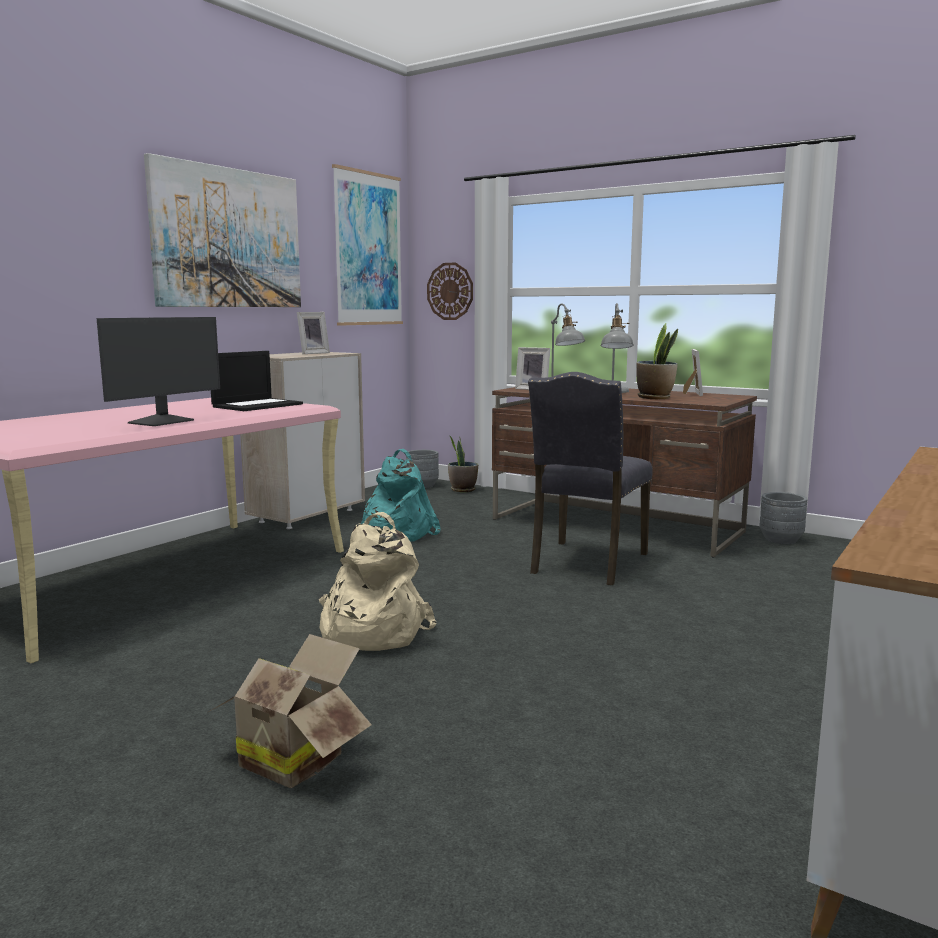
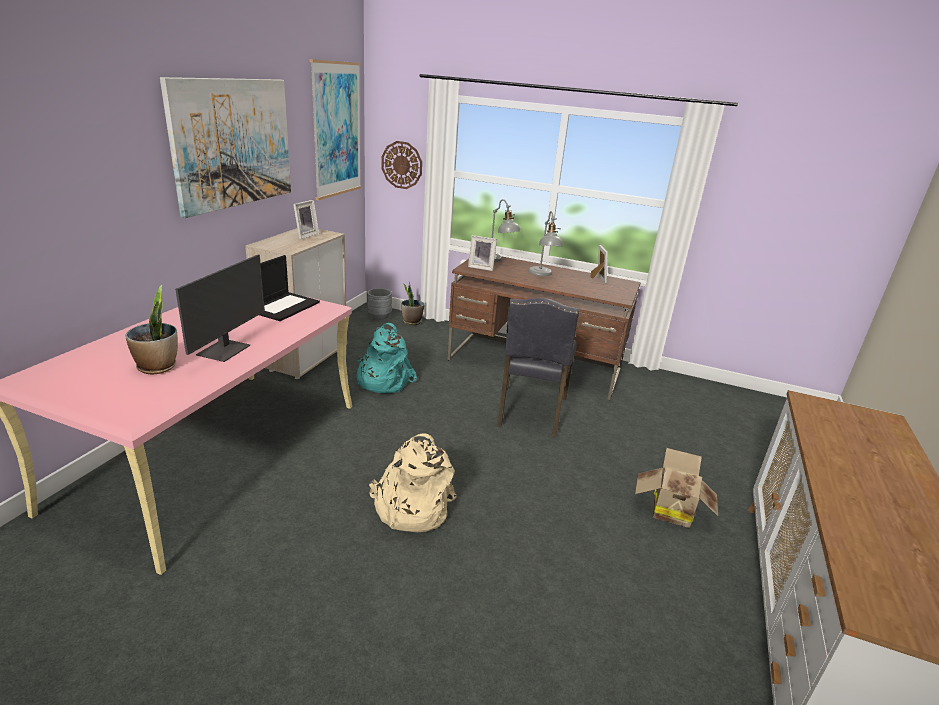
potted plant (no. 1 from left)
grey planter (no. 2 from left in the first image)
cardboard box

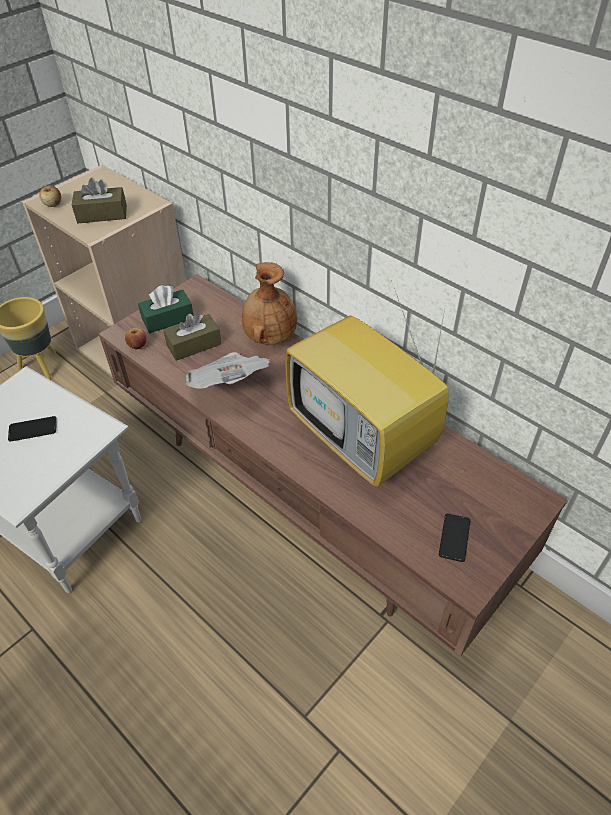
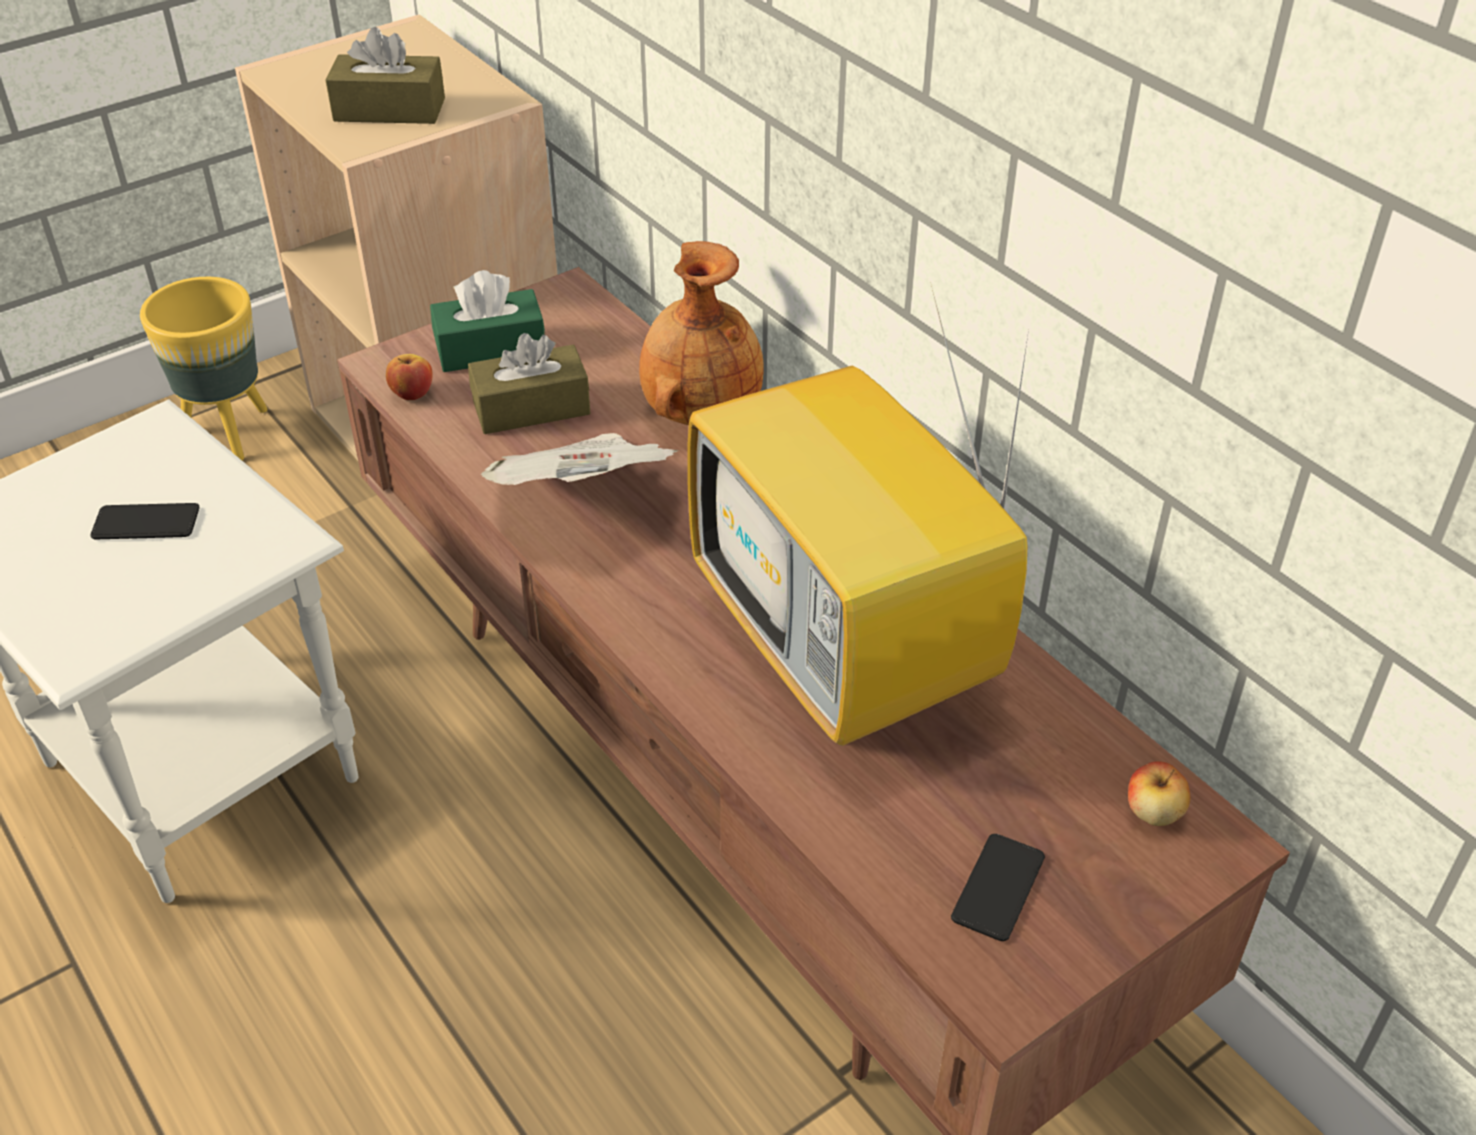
apple (no. 2 from left)

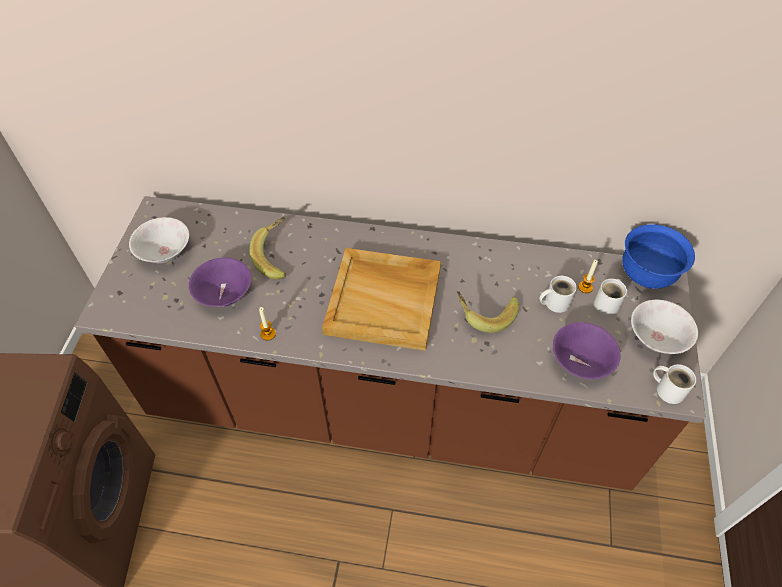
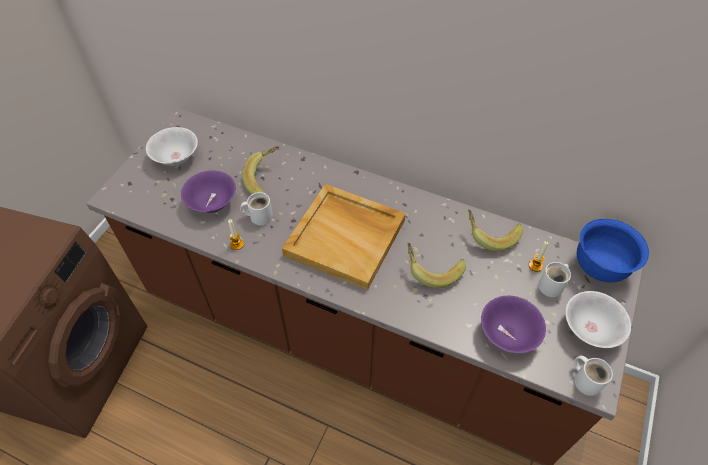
white mug (no. 1 from left)
banana (no. 3 from left)

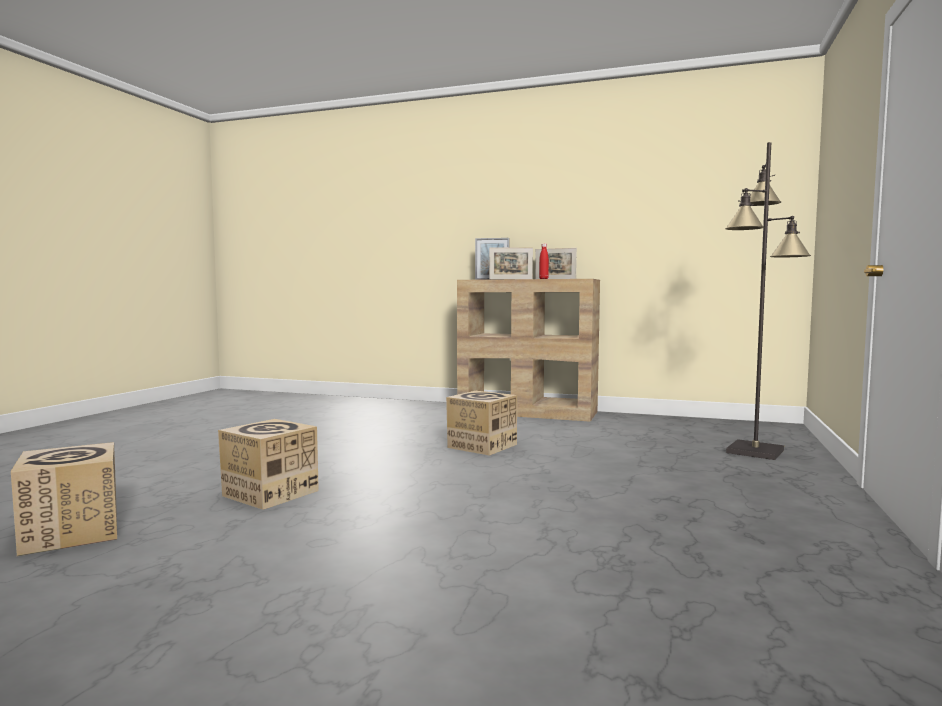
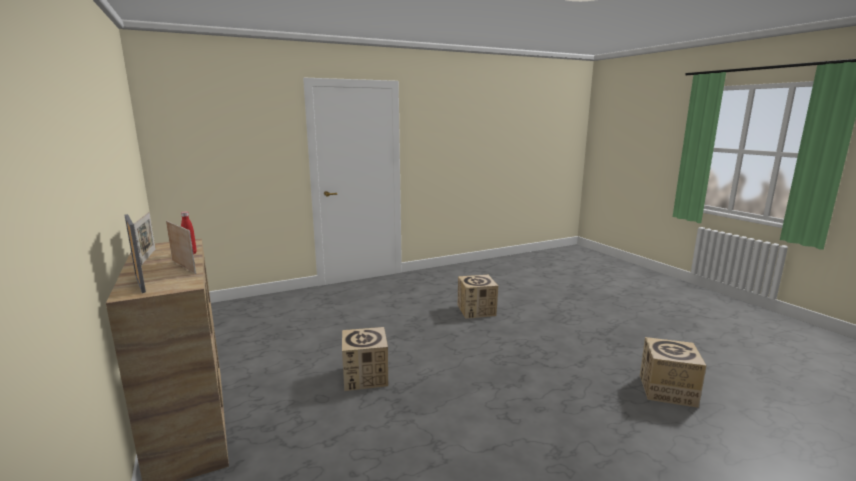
black floor lamp
cardboard box (no. 2 from left)

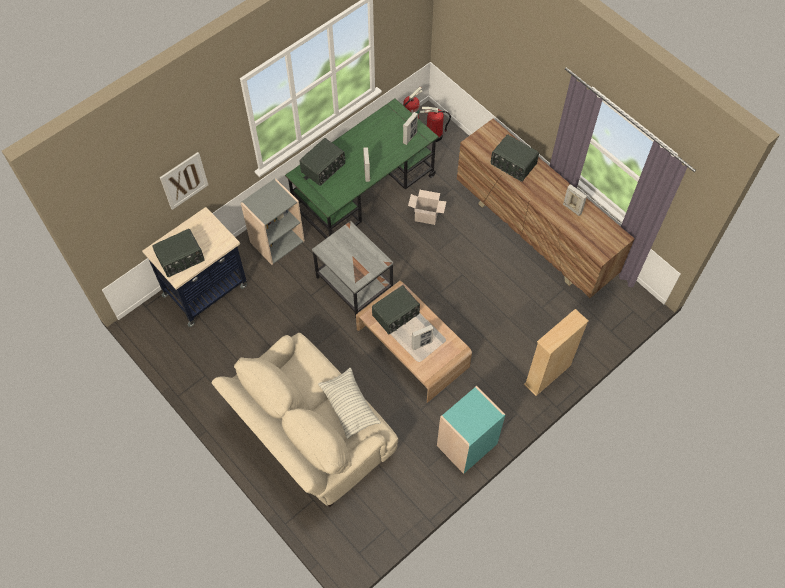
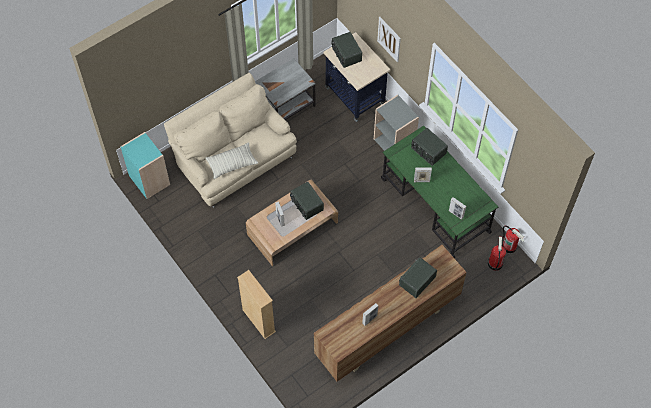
cardboard box
grey side table
turquoise bookcase

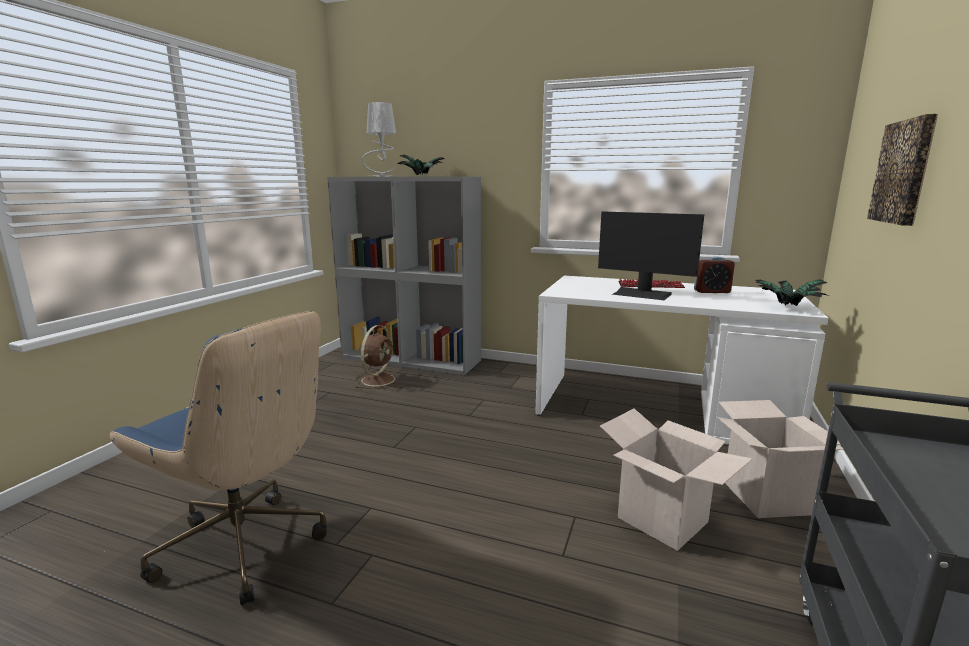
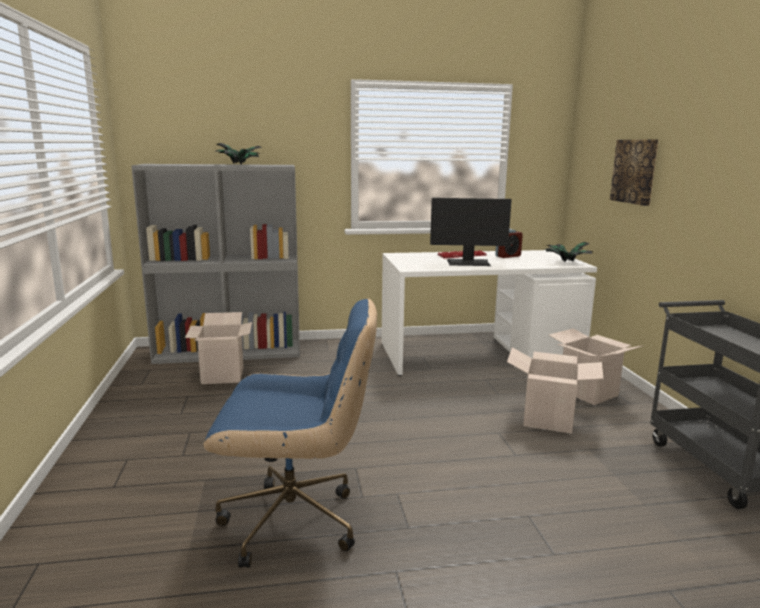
grey table lamp
cardboard box (no. 1 from left)

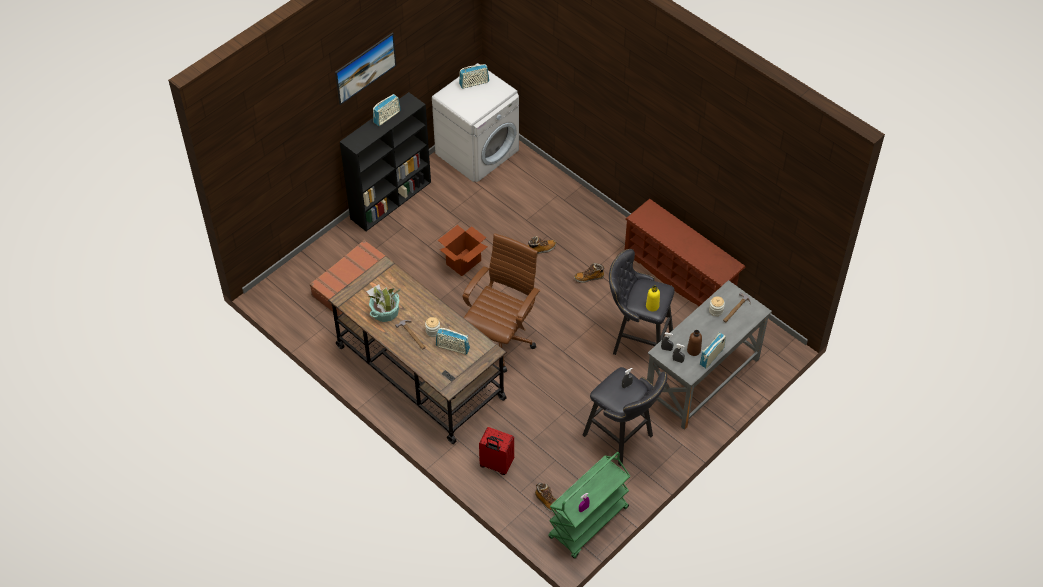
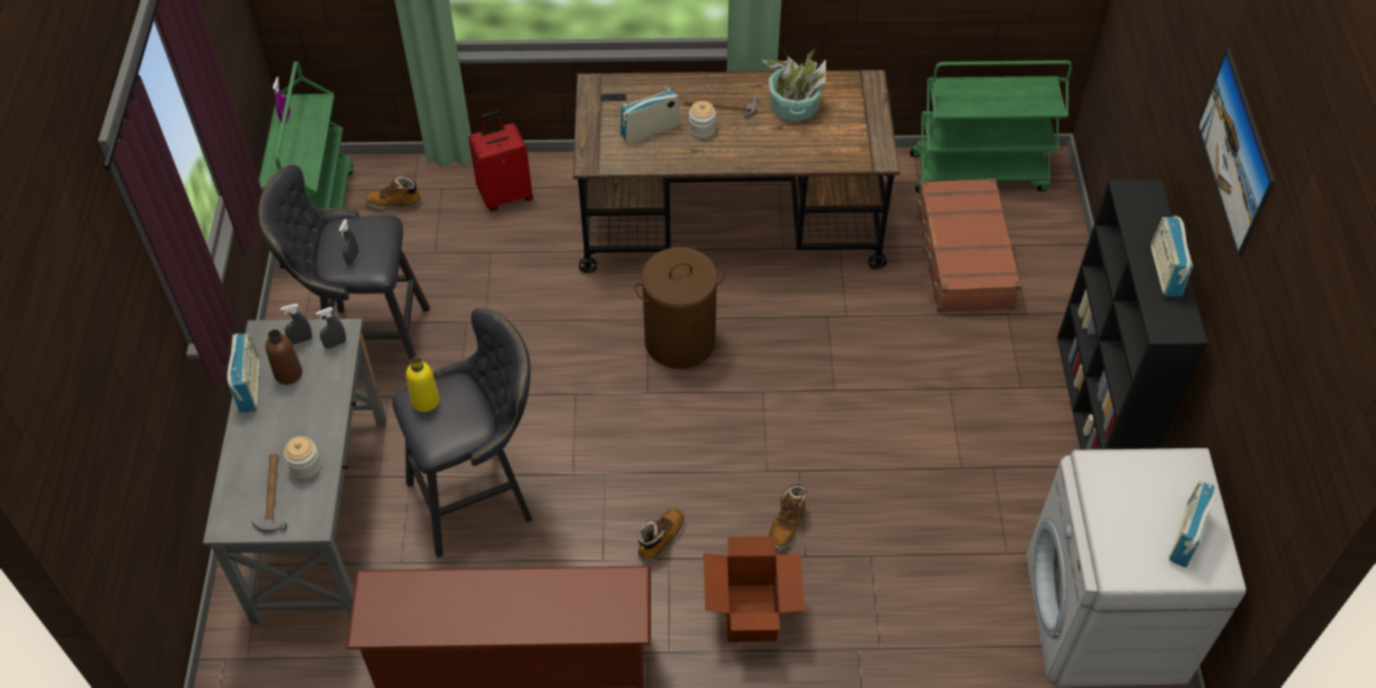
cardboard box
brown laundry basket
green cart (no. 2 from left)

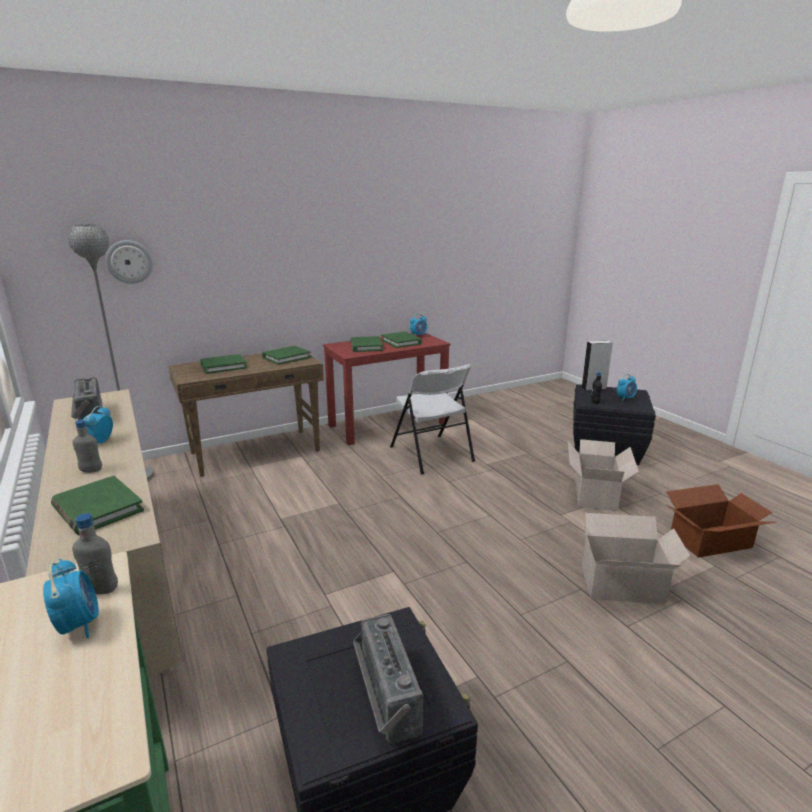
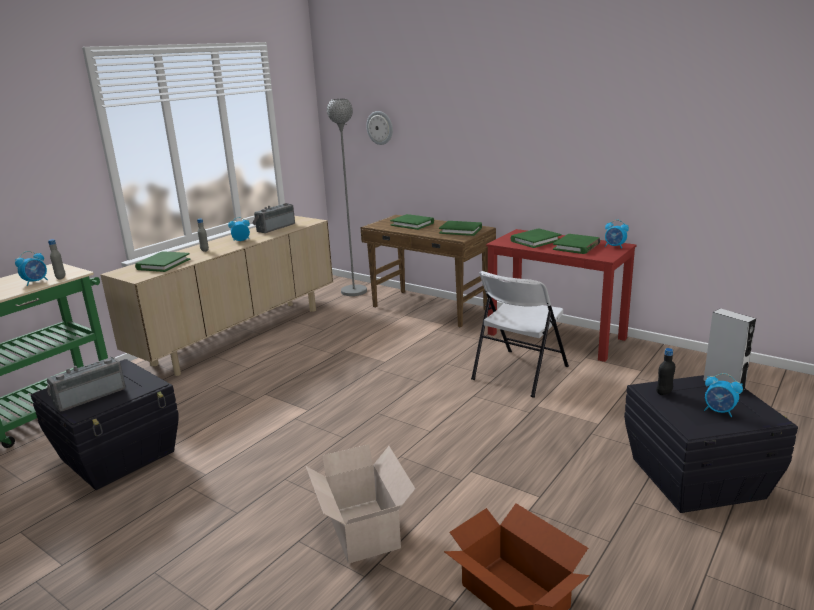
cardboard box (no. 1 from left in the first image)

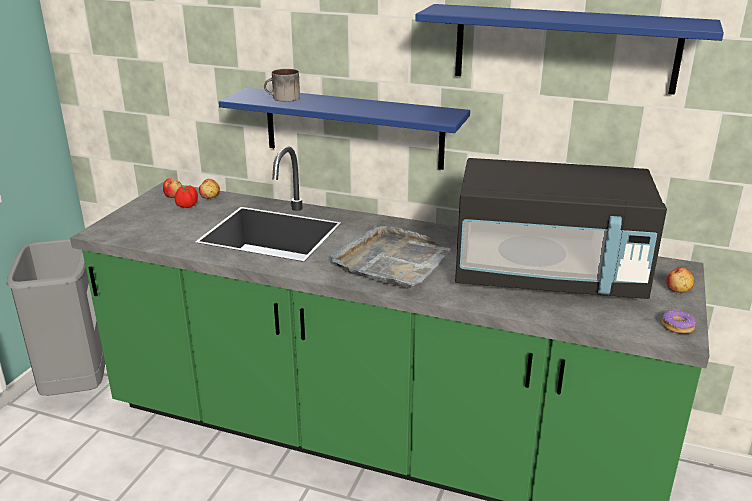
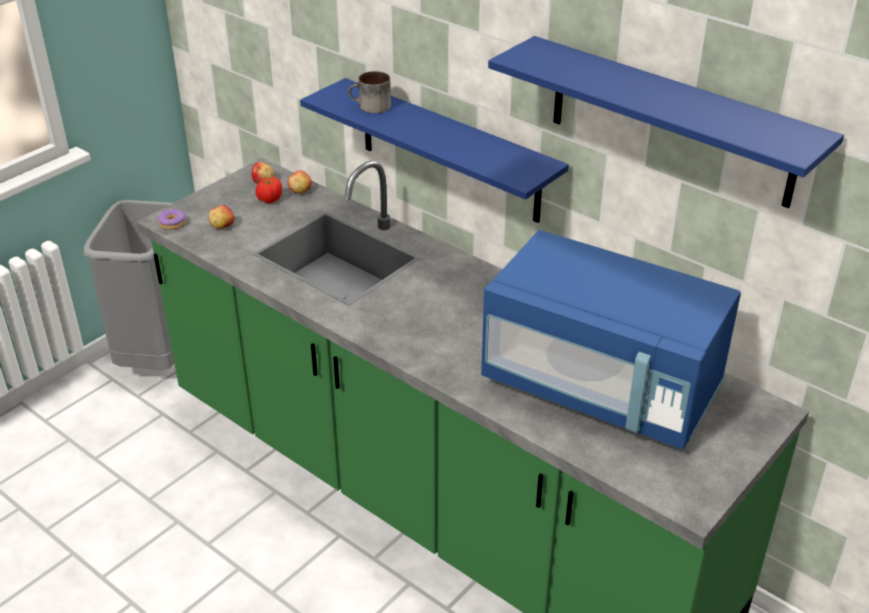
blue microwave
grey tray
apple (no. 1 from left)
donut

